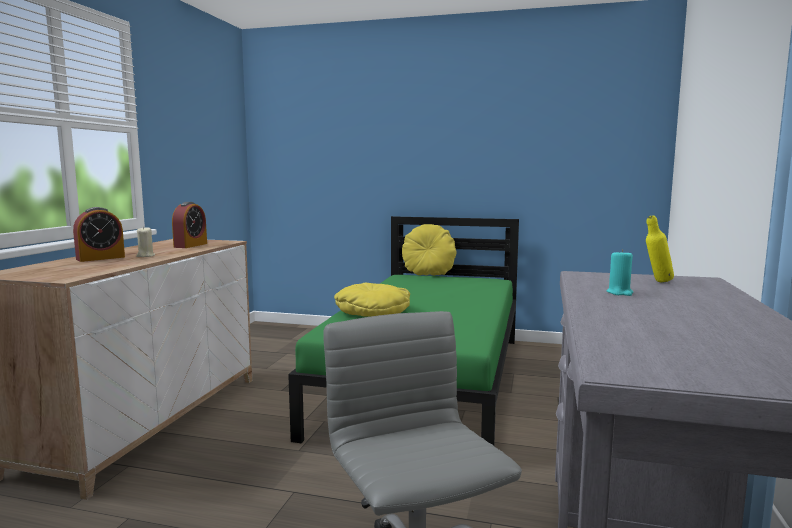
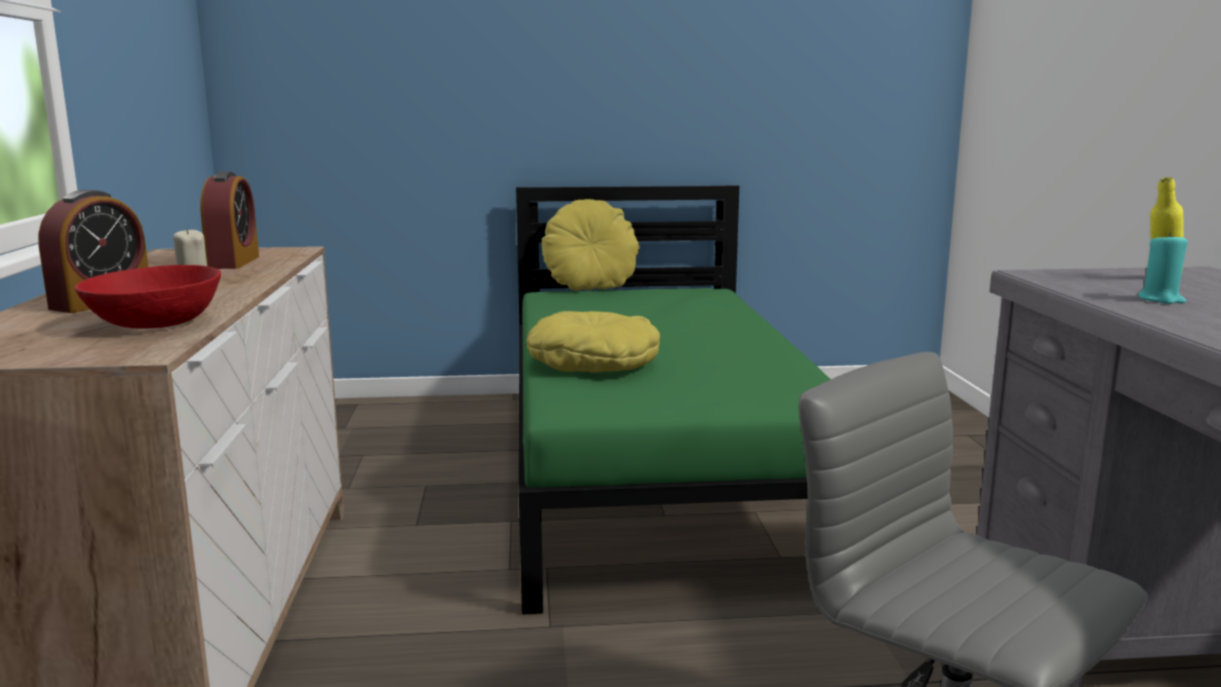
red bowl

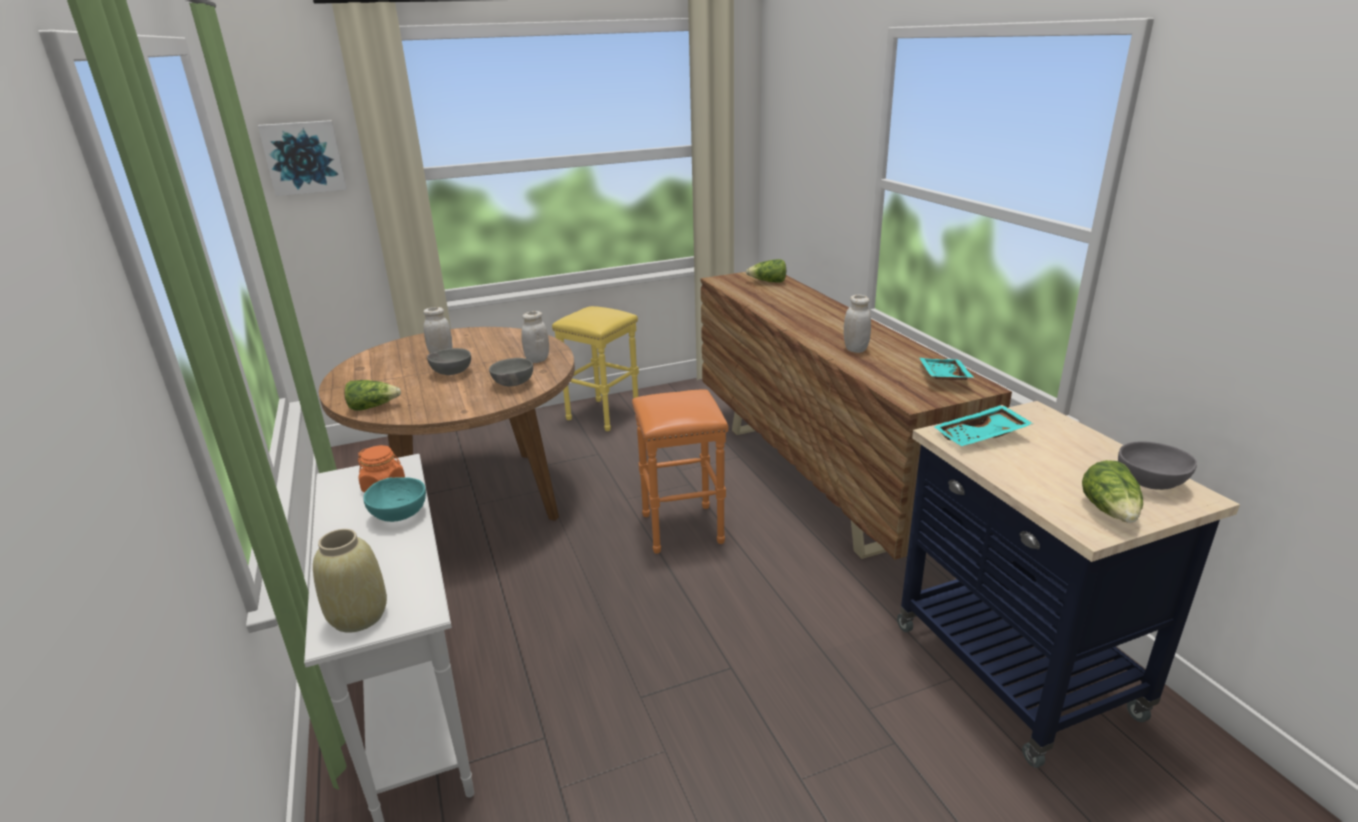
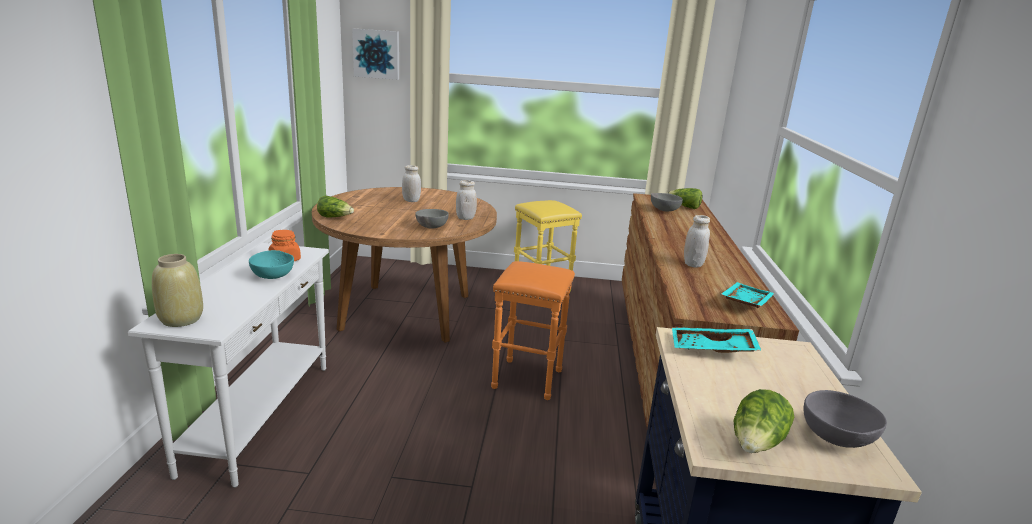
grey bowl (no. 2 from left)

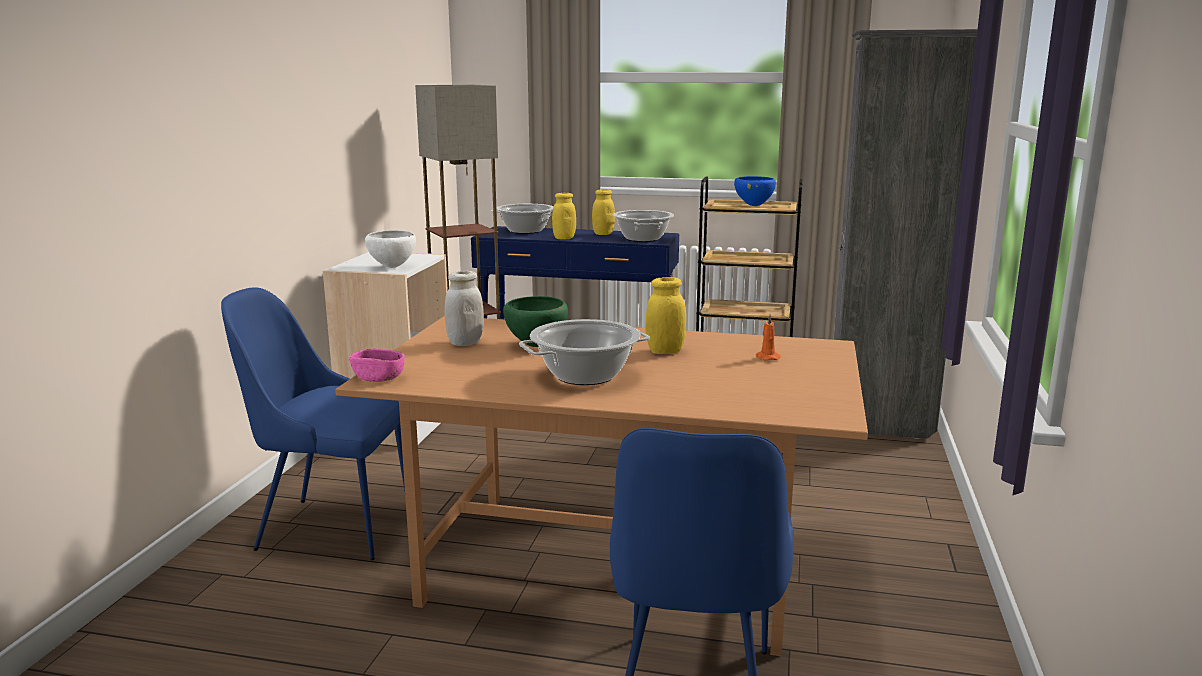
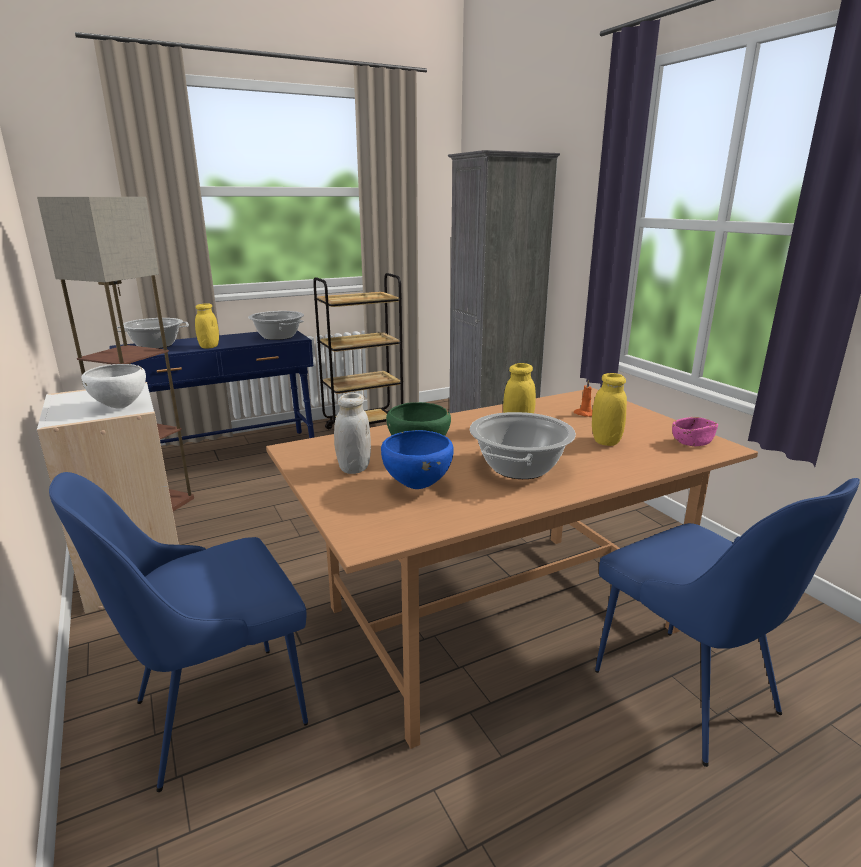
blue bowl
yellow jar (no. 3 from left)
pink bowl

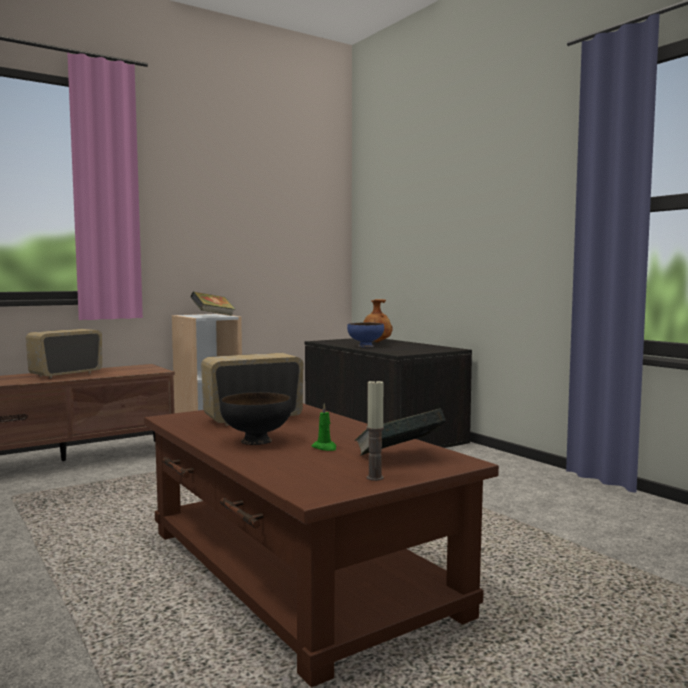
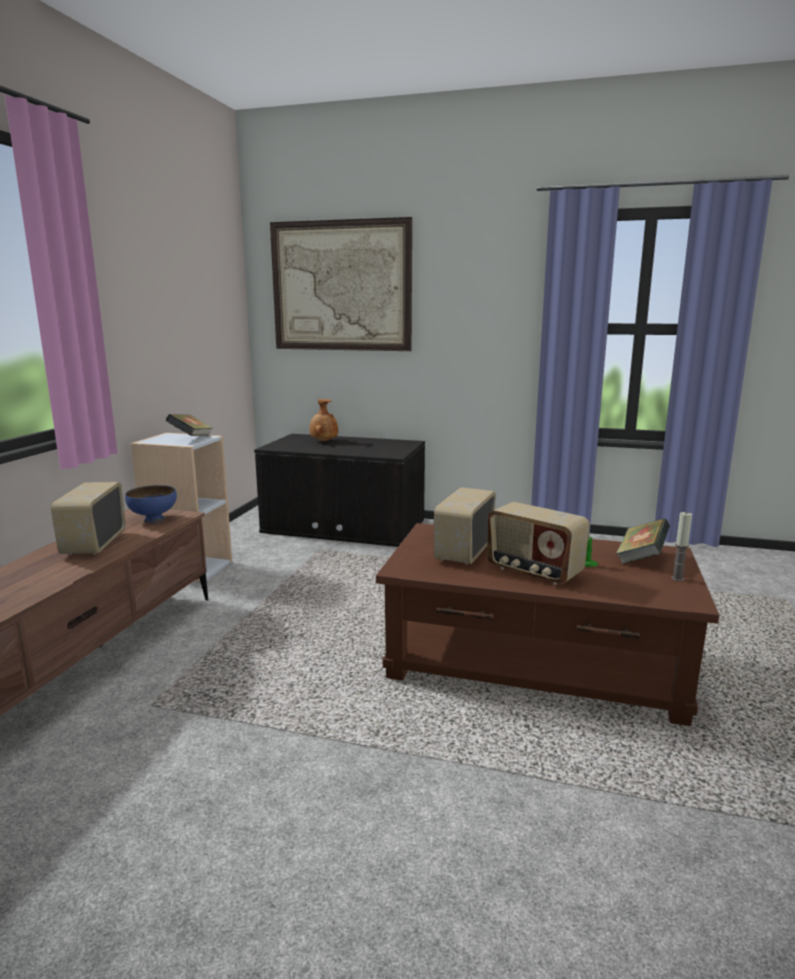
blue bowl
radio (no. 3 from left)
picture

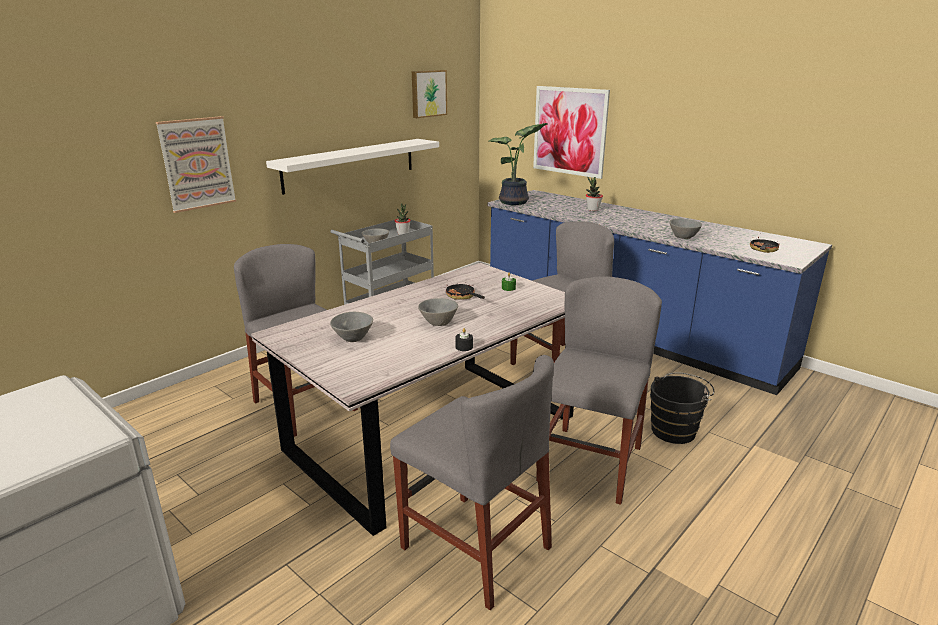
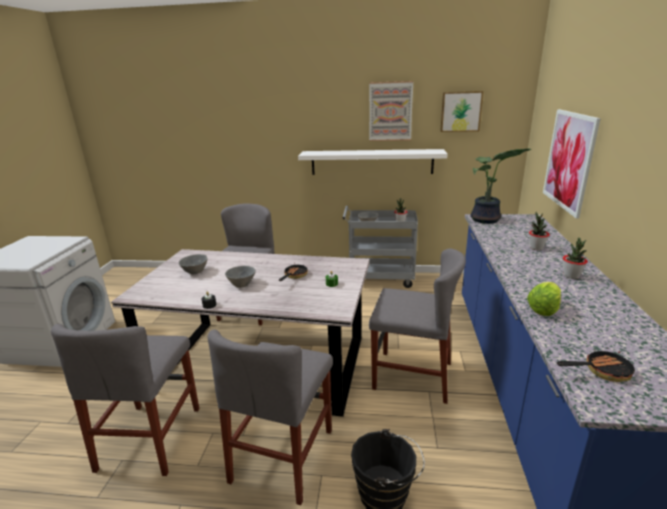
picture (no. 1 from left)
lettuce
grey chair (no. 3 from left)
potted plant (no. 4 from left)

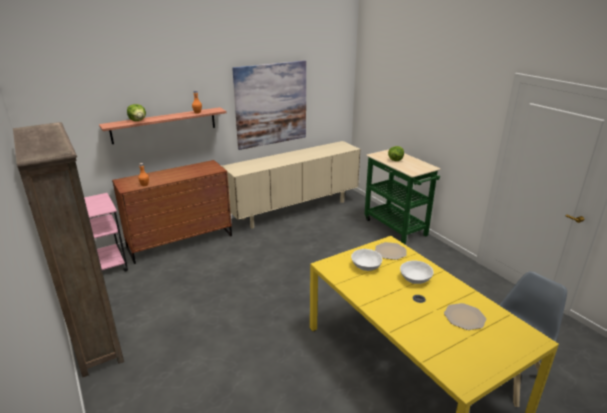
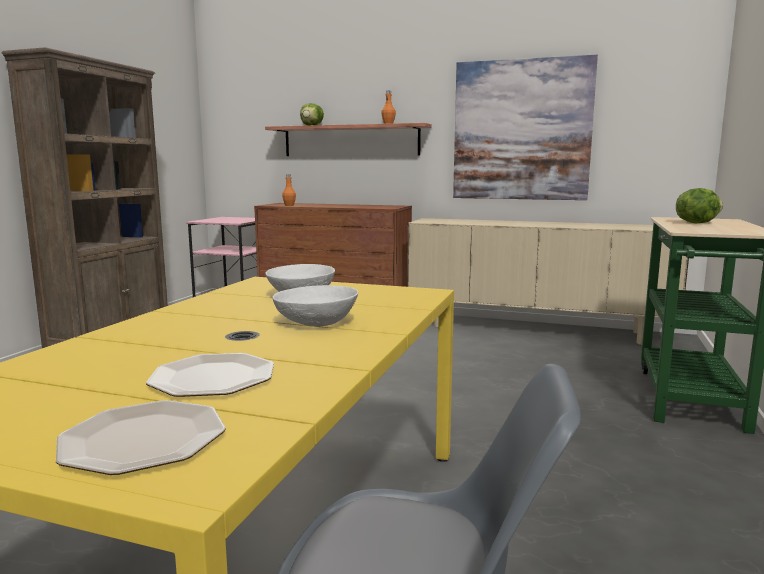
plate (no. 1 from left)

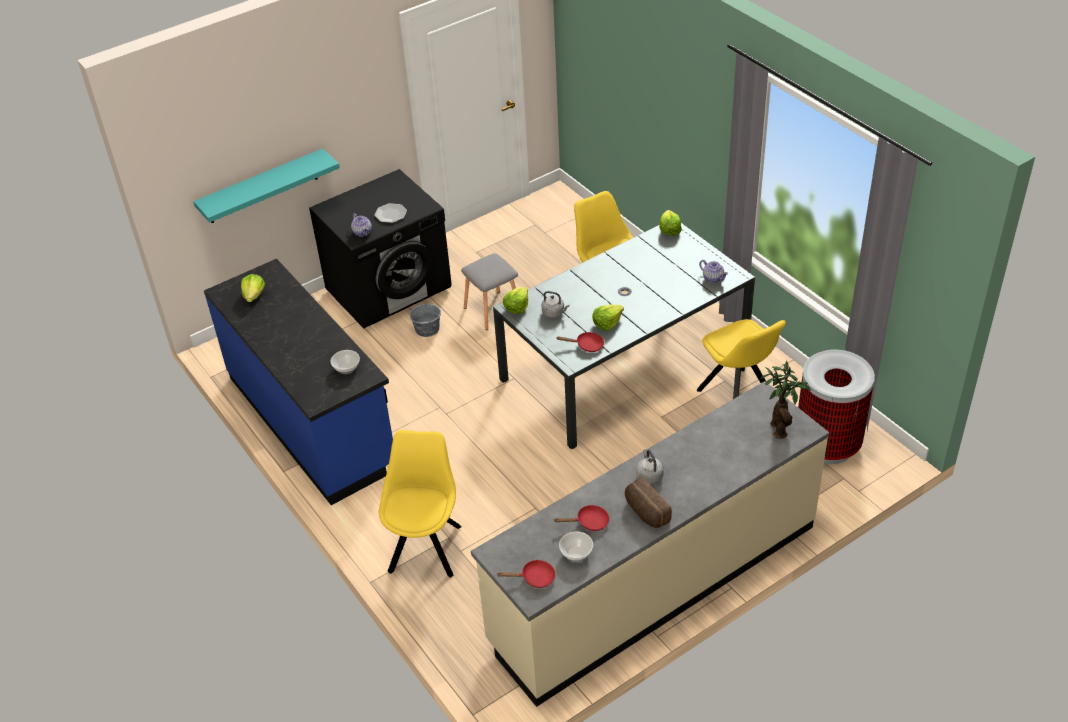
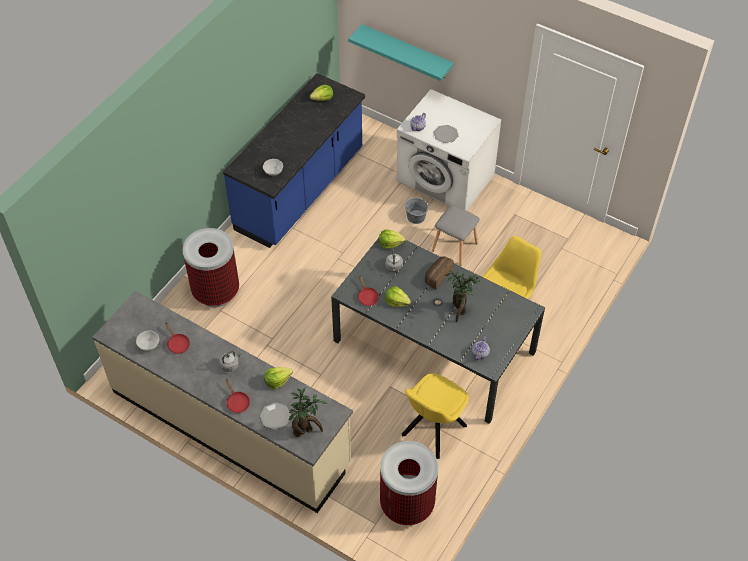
white washing machine
lettuce (no. 1 from left)
trash can (no. 1 from left)
bread
red frying pan (no. 2 from left)
potted plant (no. 2 from left)
plate (no. 1 from left)

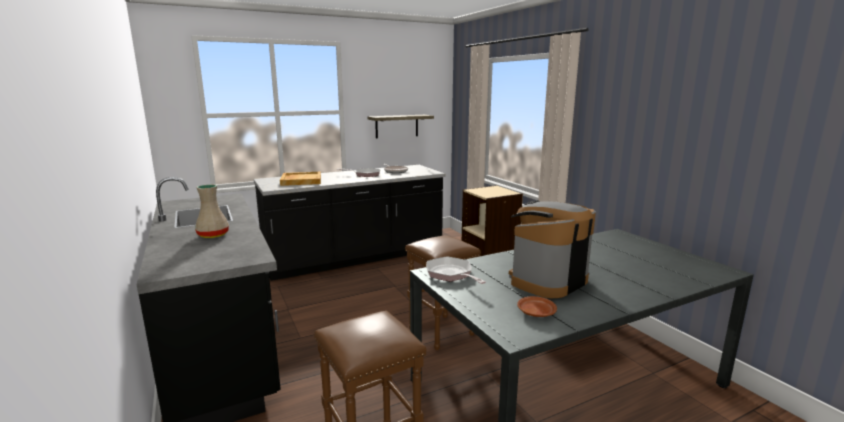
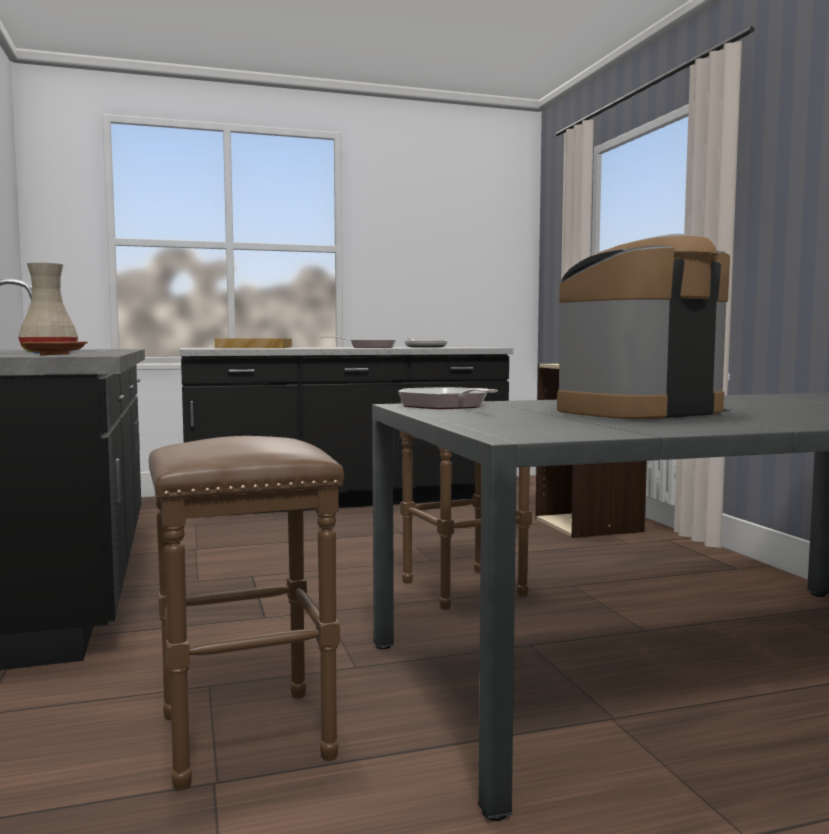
shelf
brown plate

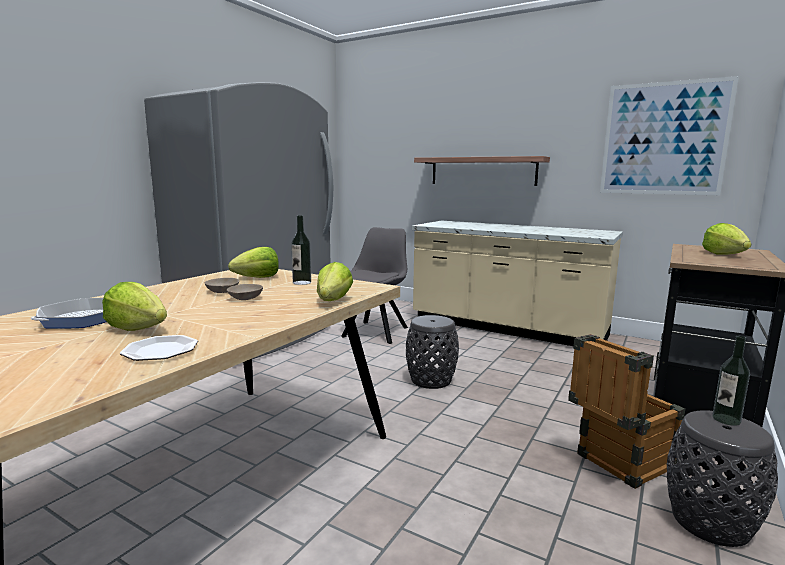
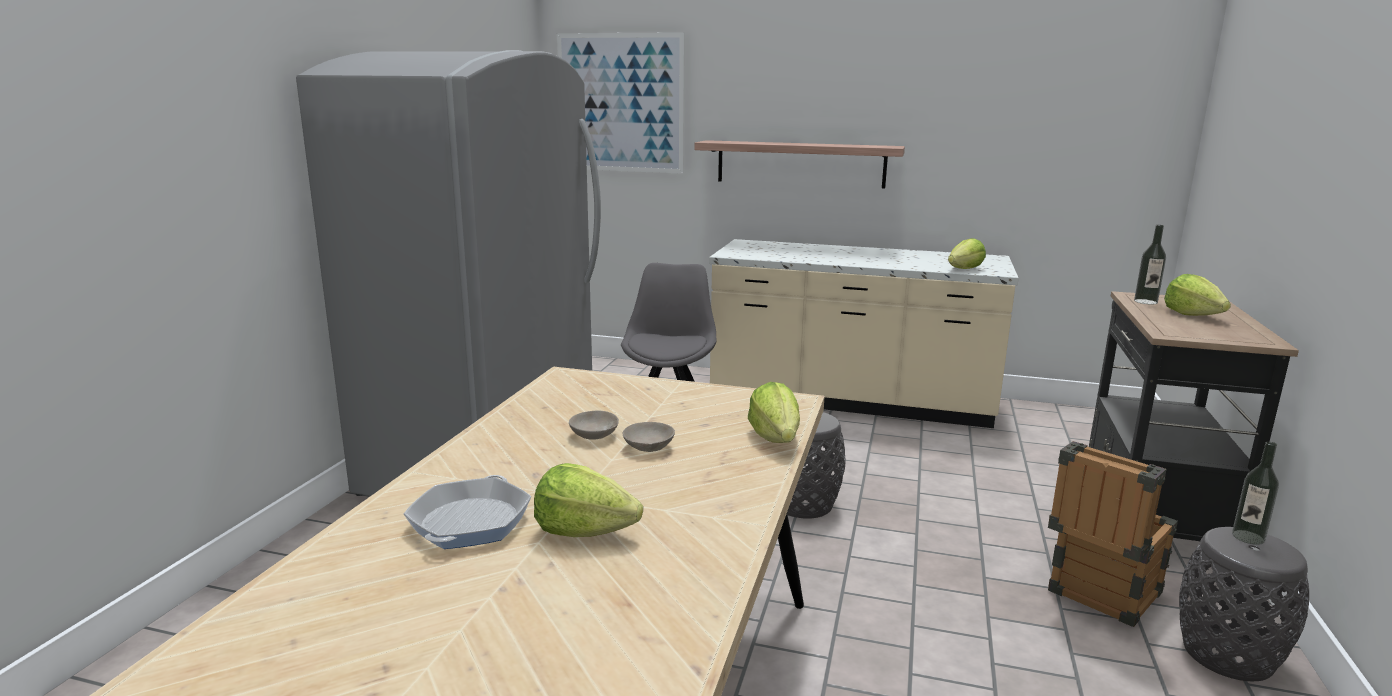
picture
bottle (no. 1 from left)
lettuce (no. 3 from left)
plate

